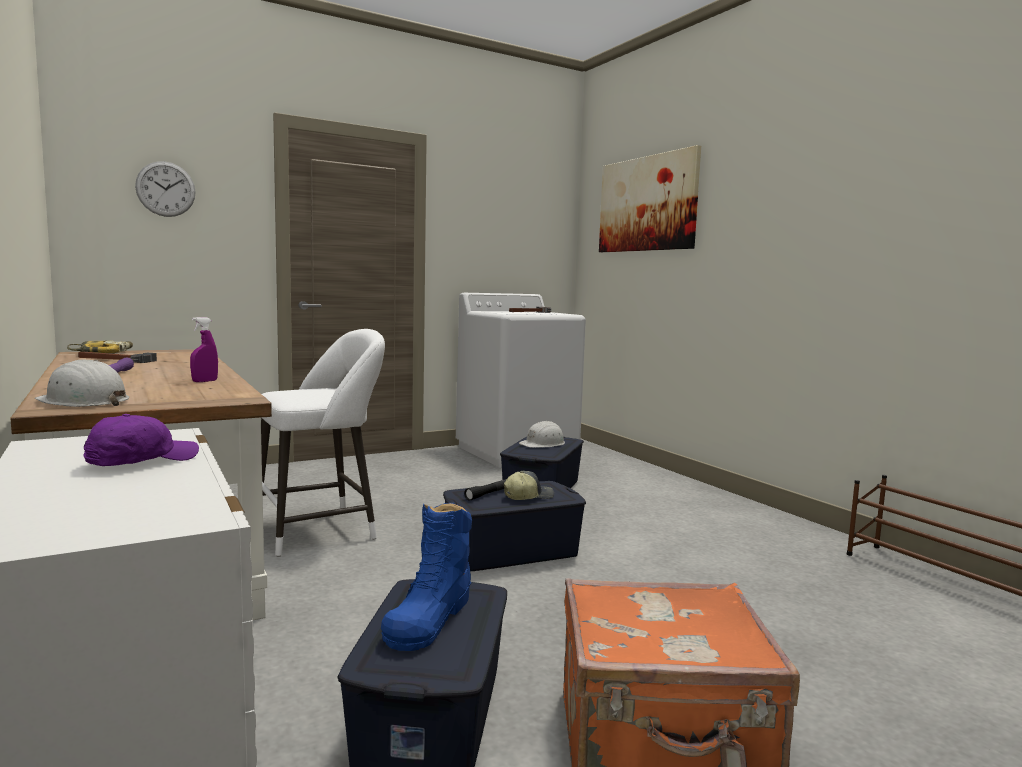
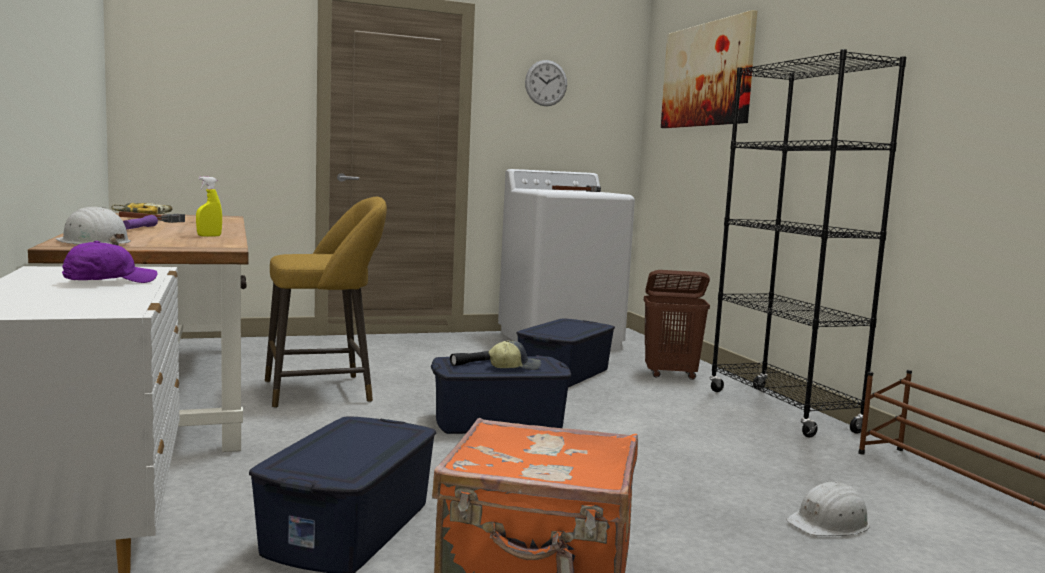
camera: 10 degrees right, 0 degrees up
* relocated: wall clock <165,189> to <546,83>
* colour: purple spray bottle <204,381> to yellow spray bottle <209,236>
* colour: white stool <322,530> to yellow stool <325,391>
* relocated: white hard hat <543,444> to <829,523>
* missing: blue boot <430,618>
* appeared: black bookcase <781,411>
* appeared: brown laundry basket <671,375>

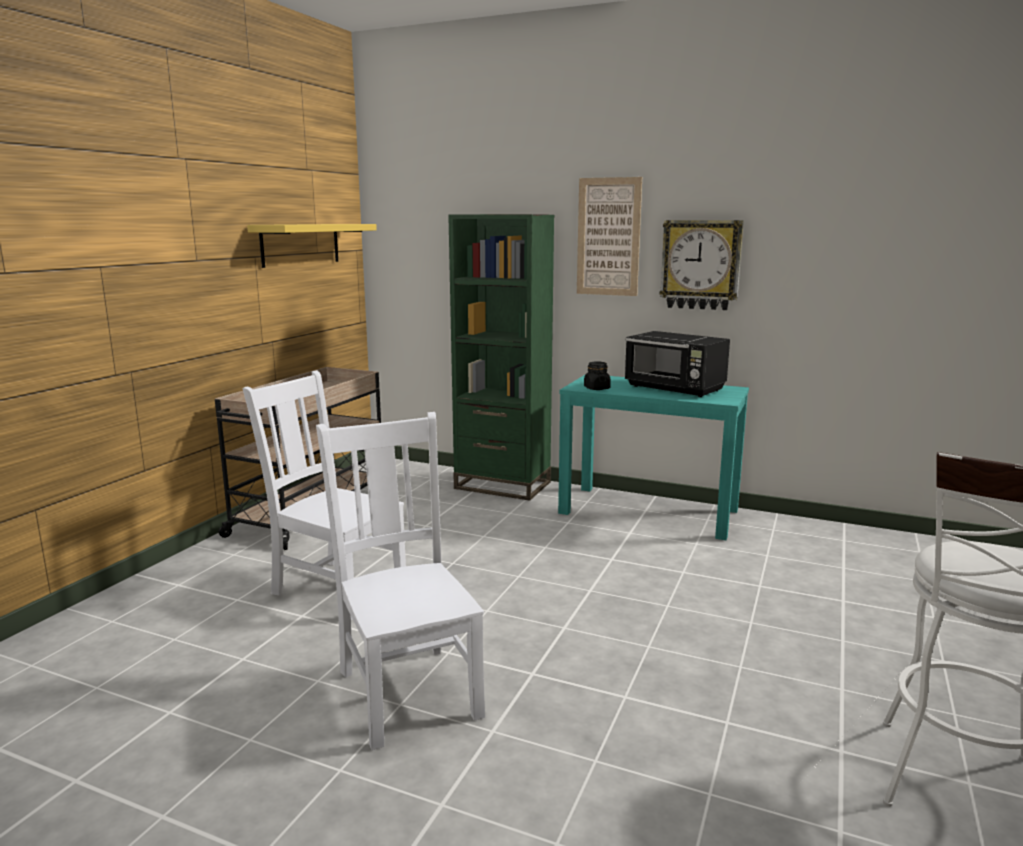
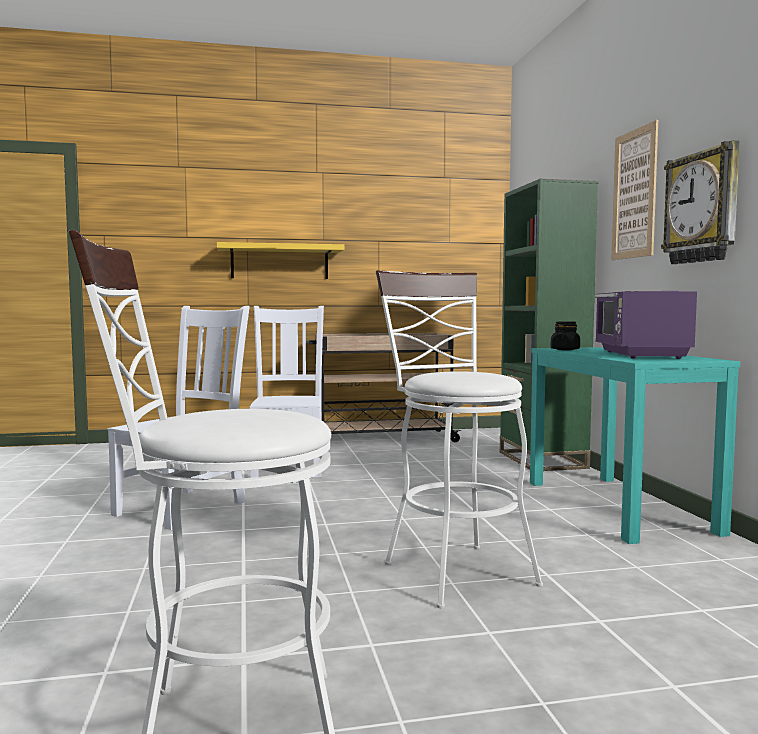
camera: 55 degrees right, 10 degrees down
* relocated: yellow shelf <300,244> to <280,262>
* colour: black microwave <675,389> to purple microwave <639,355>
* appeared: white stool <453,569>

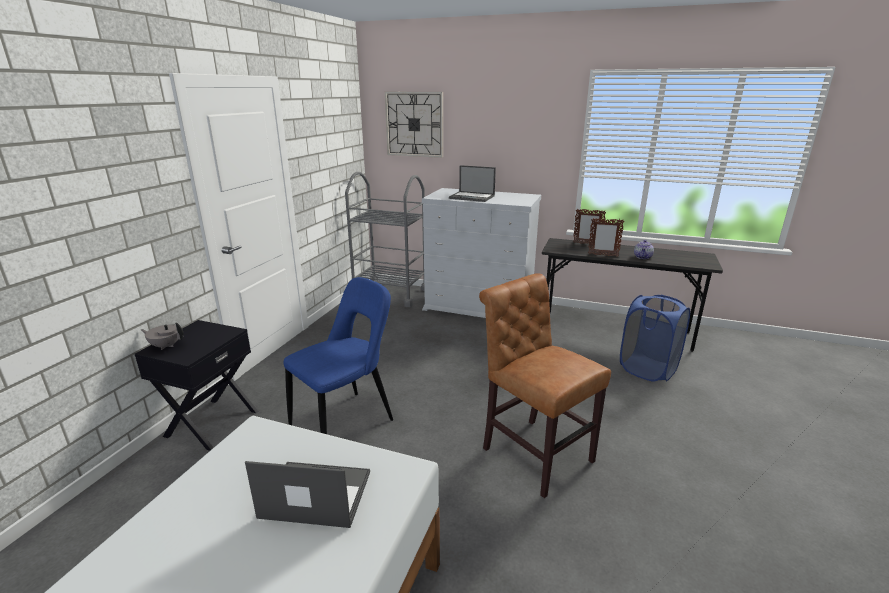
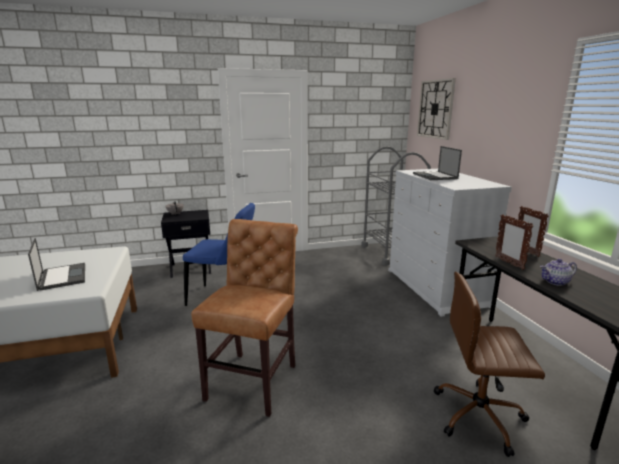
camera: 55 degrees right, 5 degrees down
* exchanged: blue laundry basket <647,369> to brown office chair <480,416>

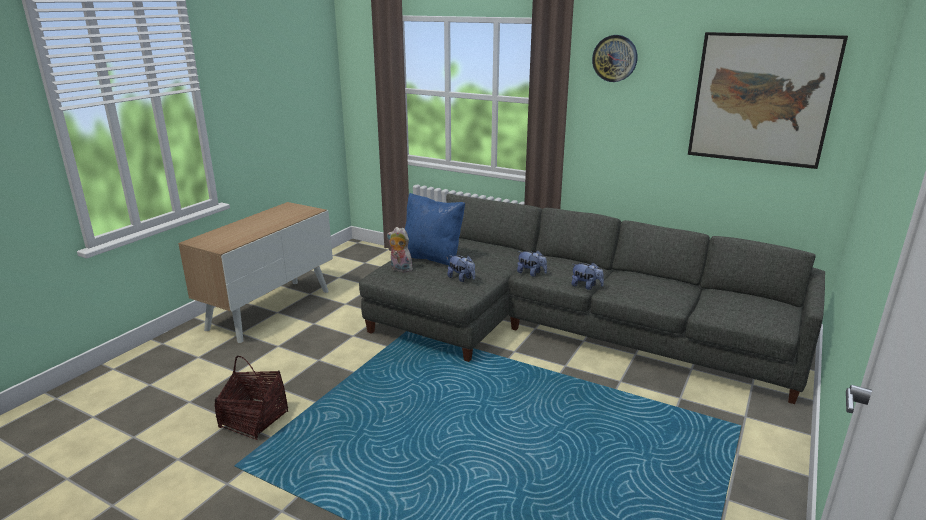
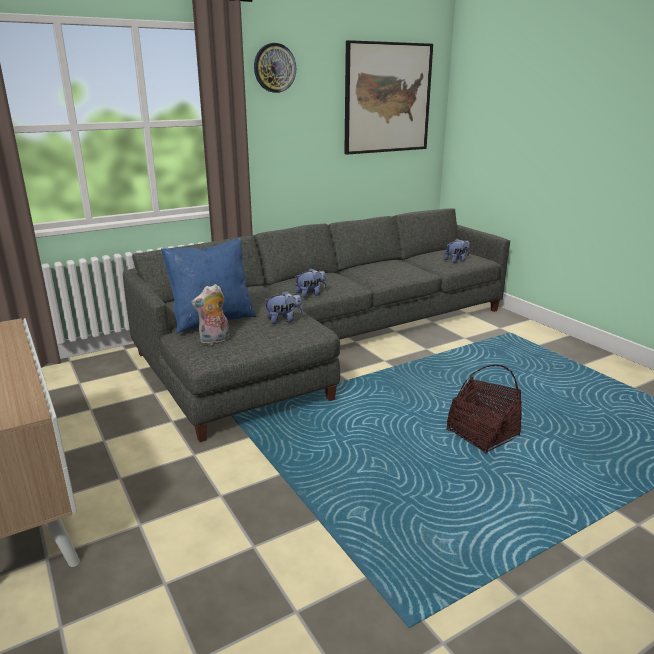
camera: 60 degrees left, 0 degrees up
* relocated: plush toy <586,286> to <456,261>
* relocated: basket <254,420> to <482,434>

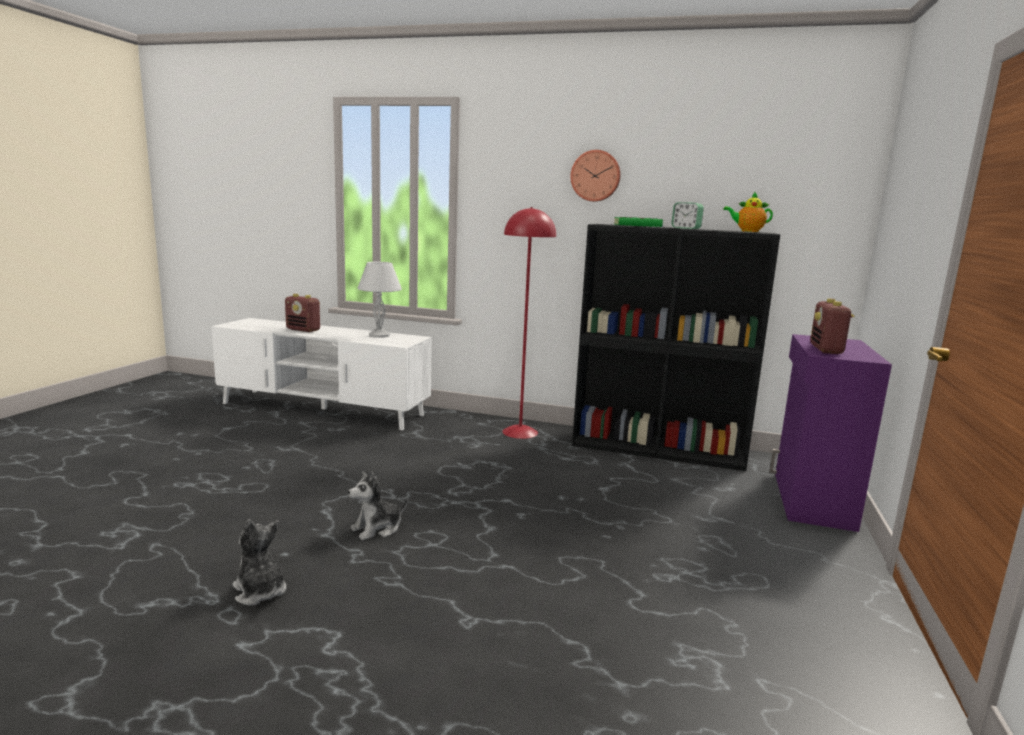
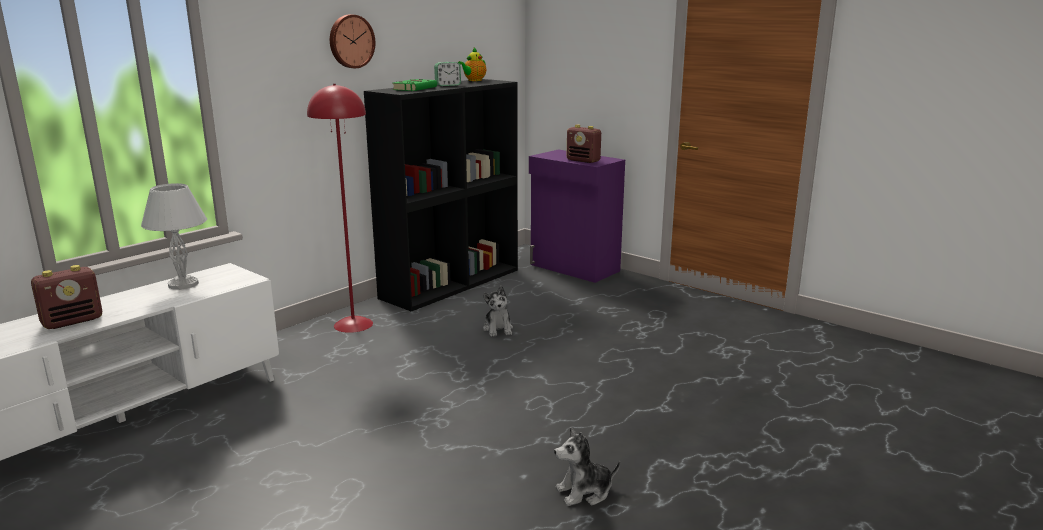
camera: 65 degrees left, 5 degrees up
* relocated: plush toy <377,529> to <498,329>

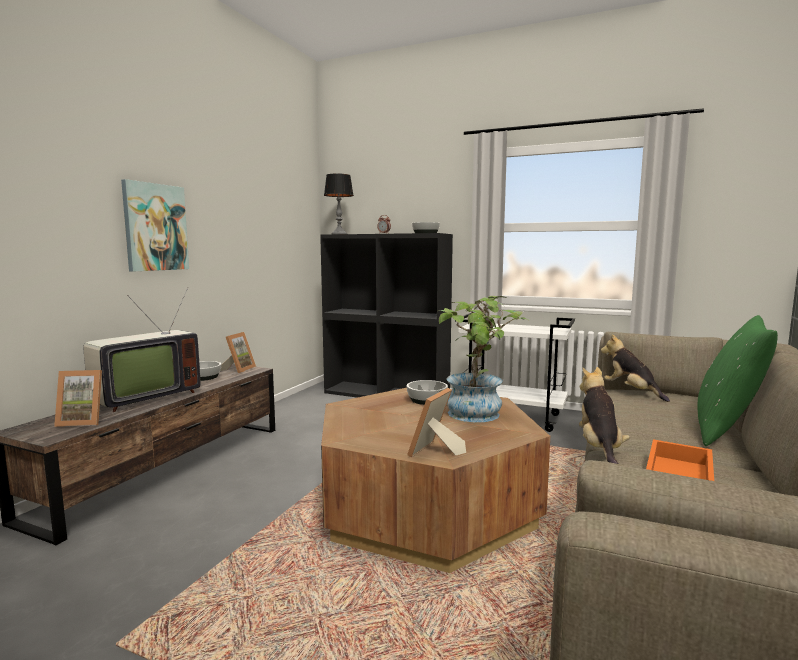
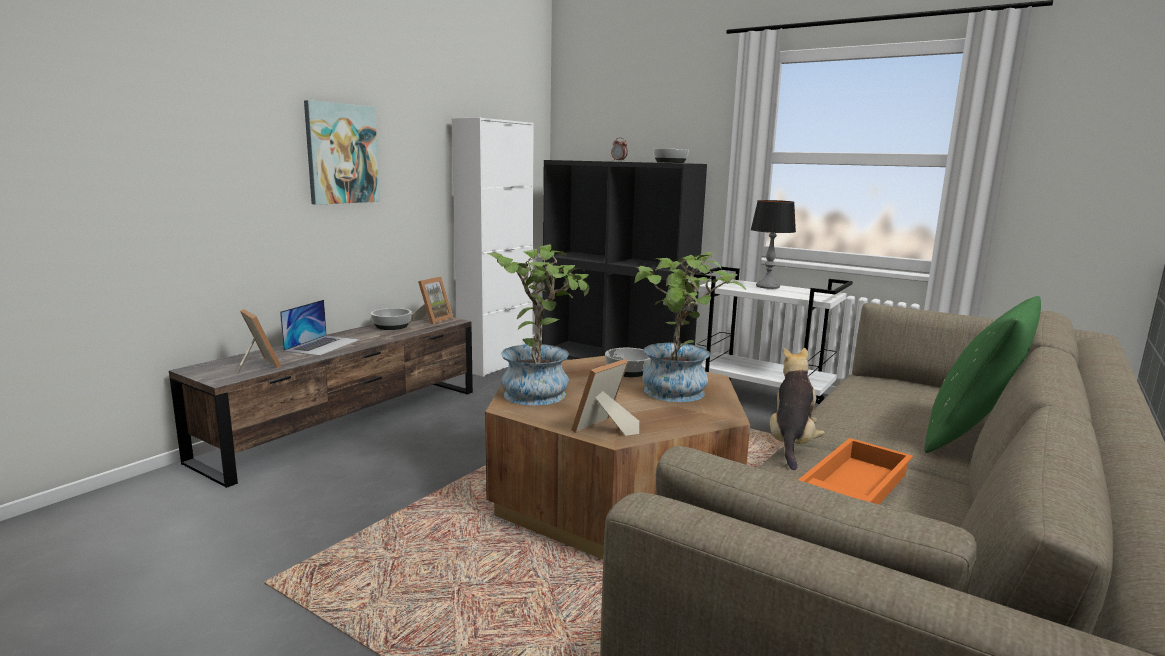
camera: 10 degrees right, 5 degrees up
* relocated: table lamp <339,234> to <767,286>
* exchanged: television <143,398> to laptop <322,345>
* missing: plush toy <631,392>
* spun: picture frame <83,421> = <257,365> 135 degrees counterclockwise
* appeared: white cabinet <496,364>
* appeared: potted plant <541,391>

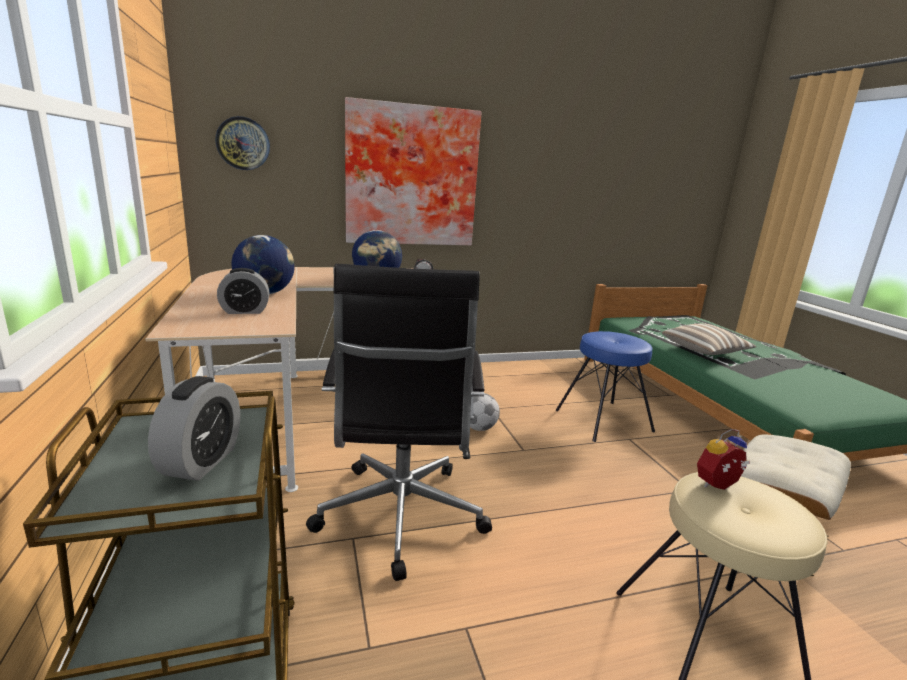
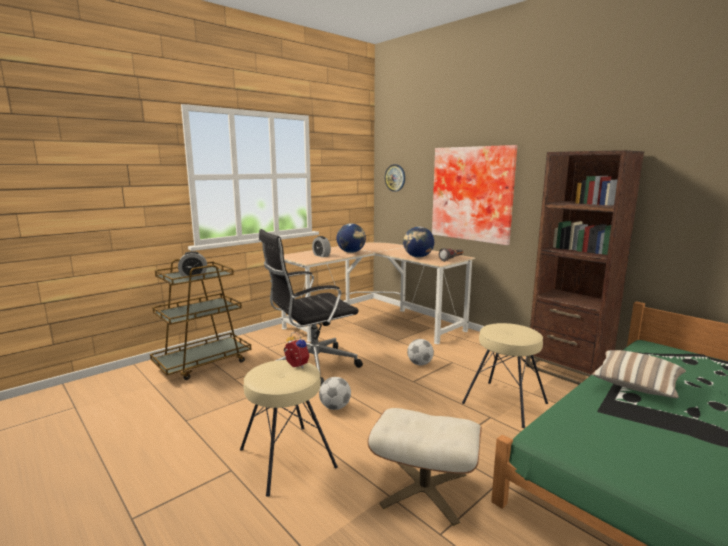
camera: 65 degrees right, 5 degrees down
* colour: blue stool <602,420> to beige stool <505,402>
* appeared: brown bookcase <567,370>
* appeared: football <335,407>

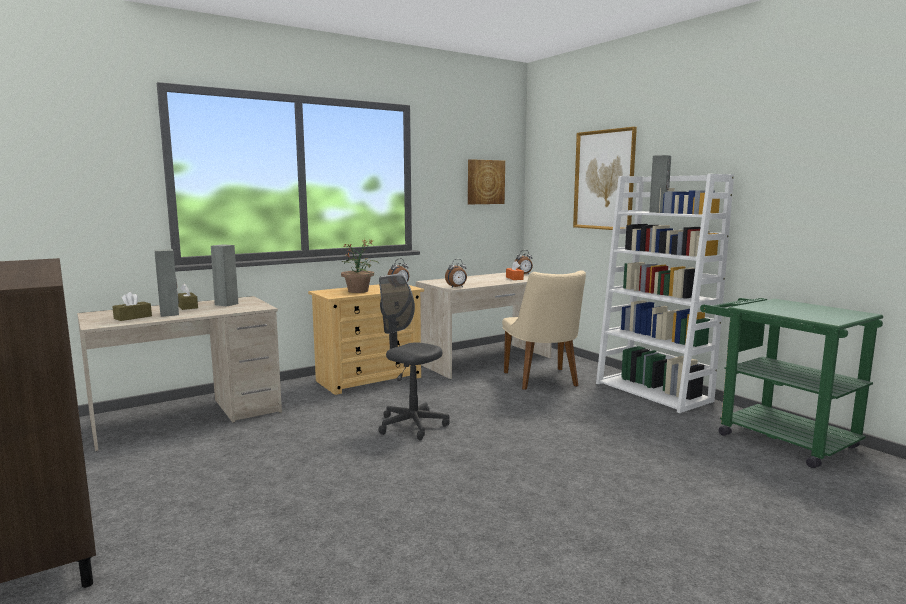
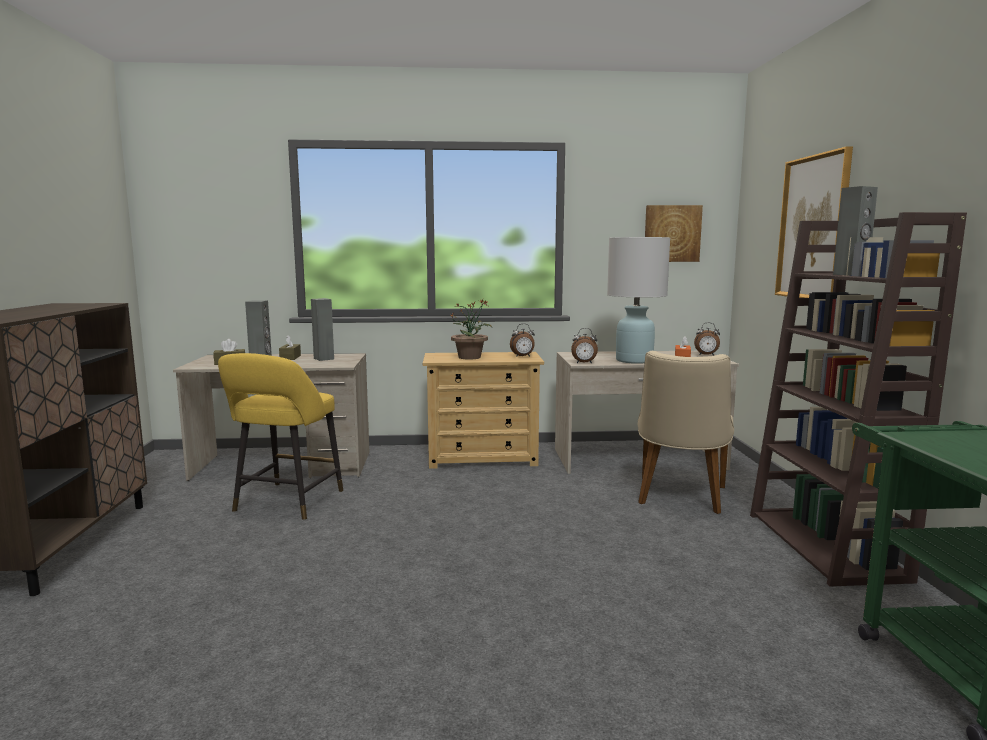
camera: 30 degrees right, 0 degrees up
* colour: white bookcase <654,392> to brown bookcase <826,546>
* missing: grey office chair <412,425>
* appeared: white table lamp <634,360>
* appeared: yellow stool <286,503>

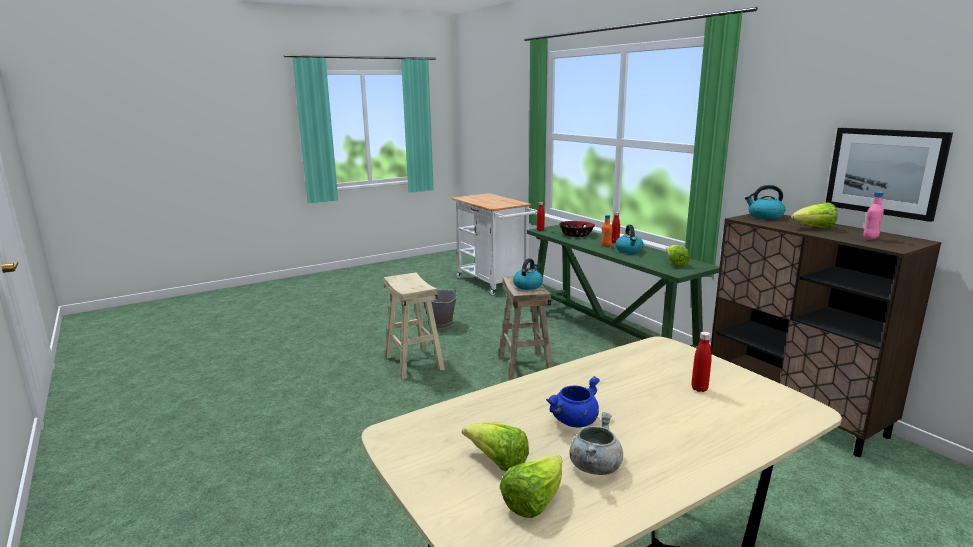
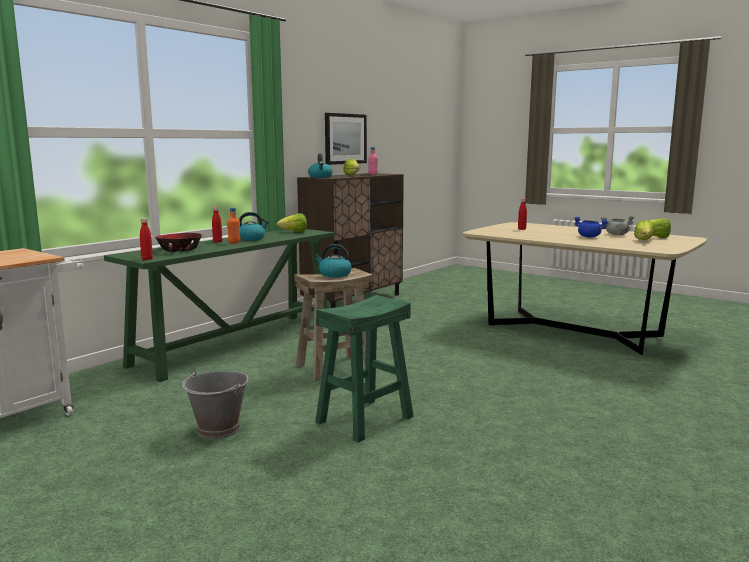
camera: 110 degrees left, 5 degrees down
* colour: beige stool <414,362> to green stool <364,419>

